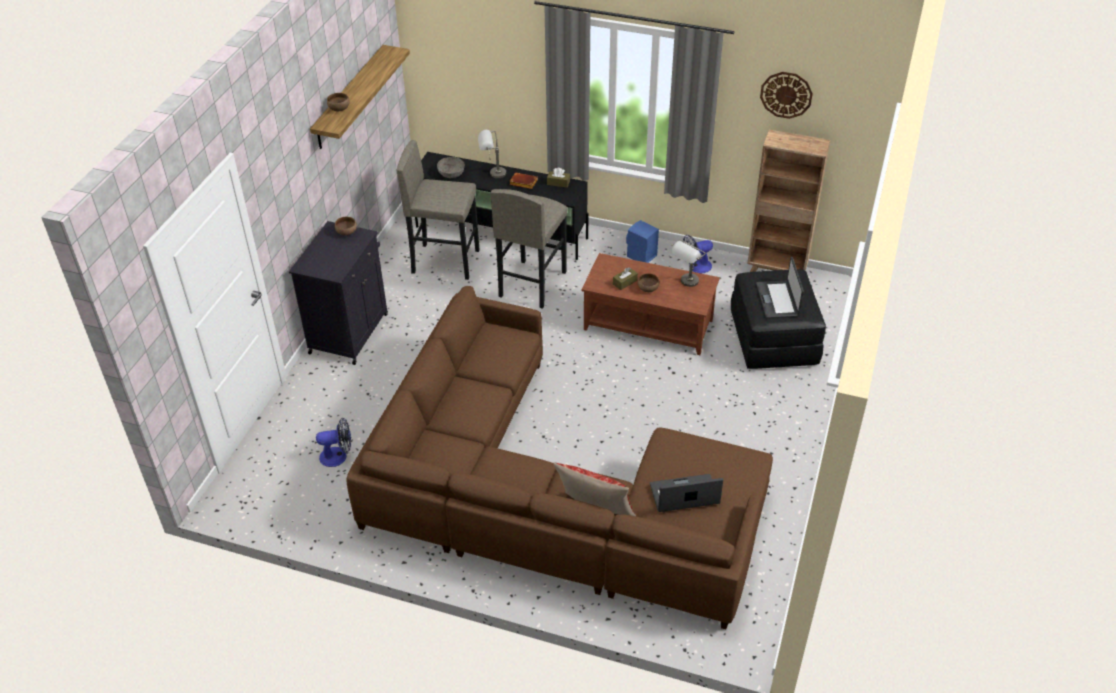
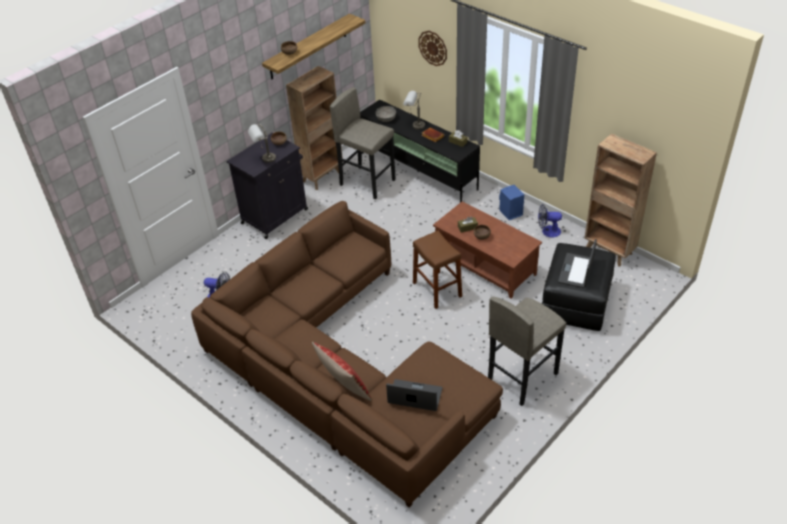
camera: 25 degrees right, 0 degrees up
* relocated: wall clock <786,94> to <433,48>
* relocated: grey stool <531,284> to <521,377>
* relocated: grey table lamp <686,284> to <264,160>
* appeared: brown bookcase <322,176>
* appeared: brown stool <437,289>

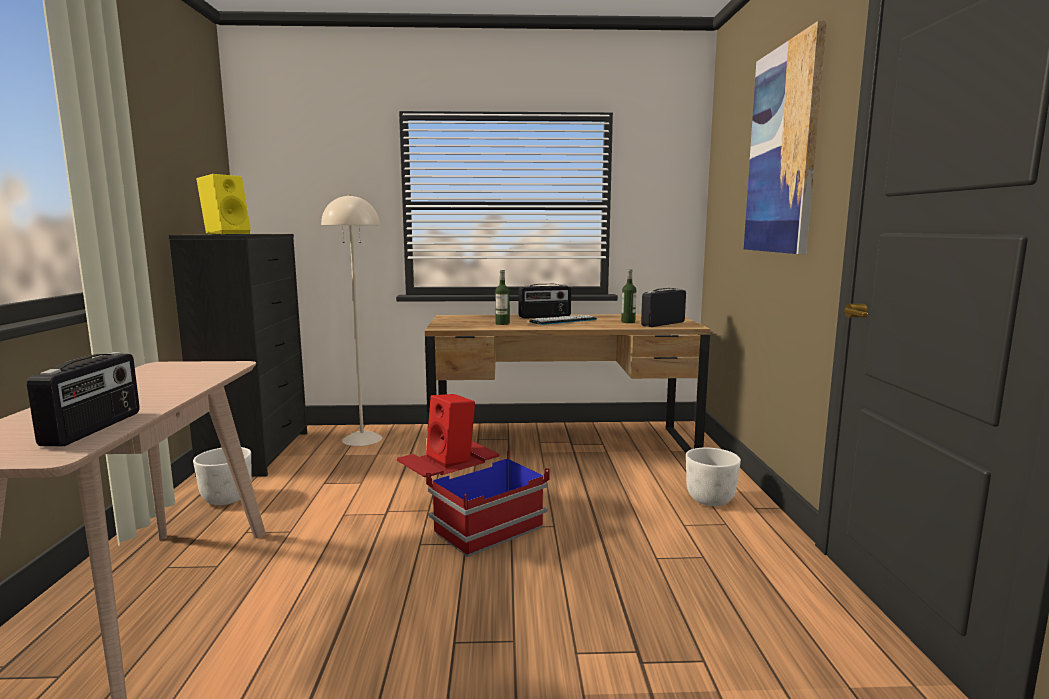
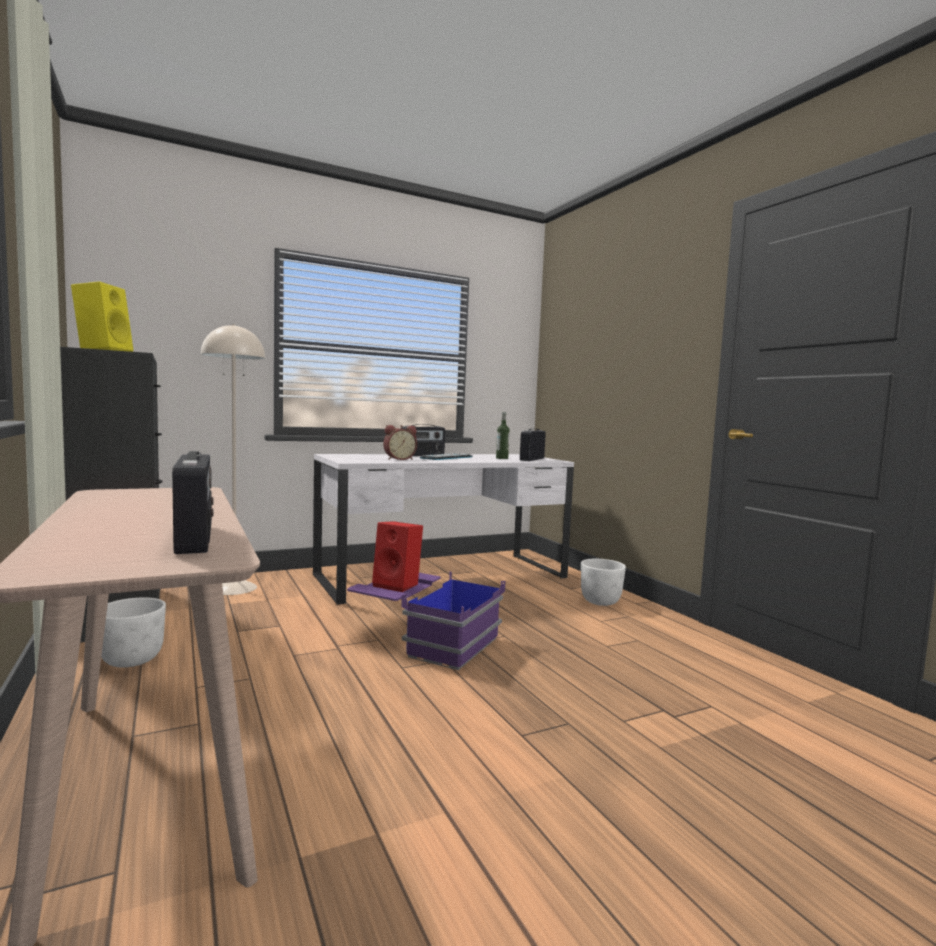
camera: 25 degrees left, 5 degrees down
* missing: picture <783,150>
* exchanged: bottle <502,323> to alarm clock <399,459>
* colour: brown desk <561,446> to white desk <442,576>
* colour: red storage box <469,518> to purple storage box <424,640>

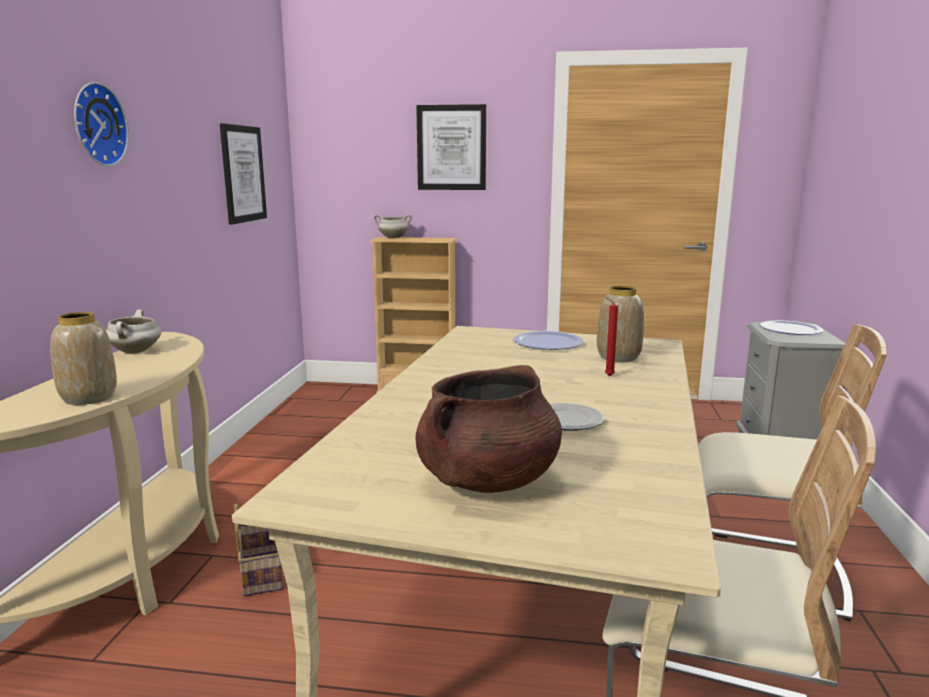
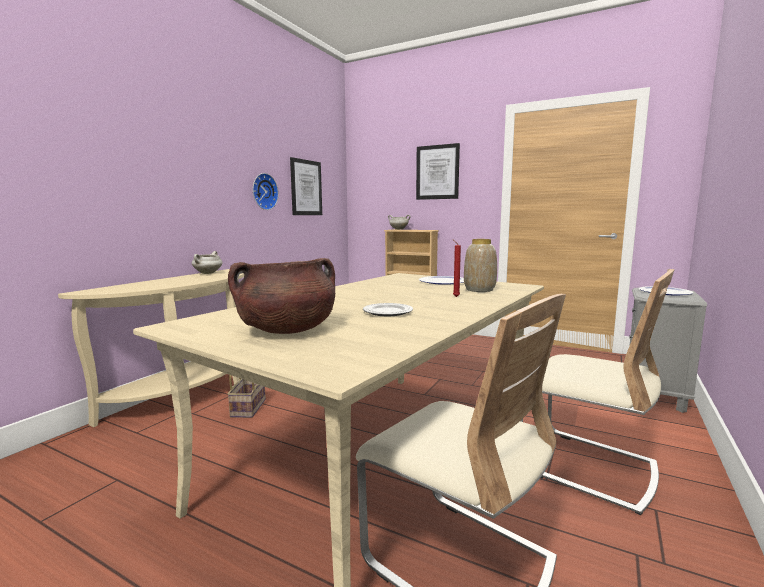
camera: 20 degrees right, 5 degrees down
* relocated: wall clock <96,125> to <263,191>
* missing: vase <89,398>

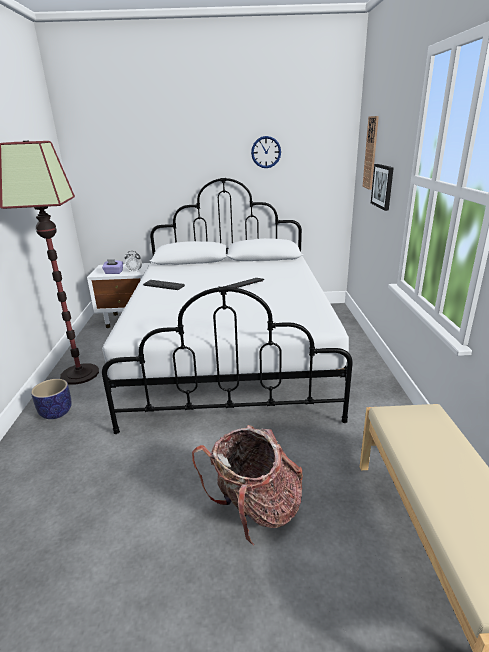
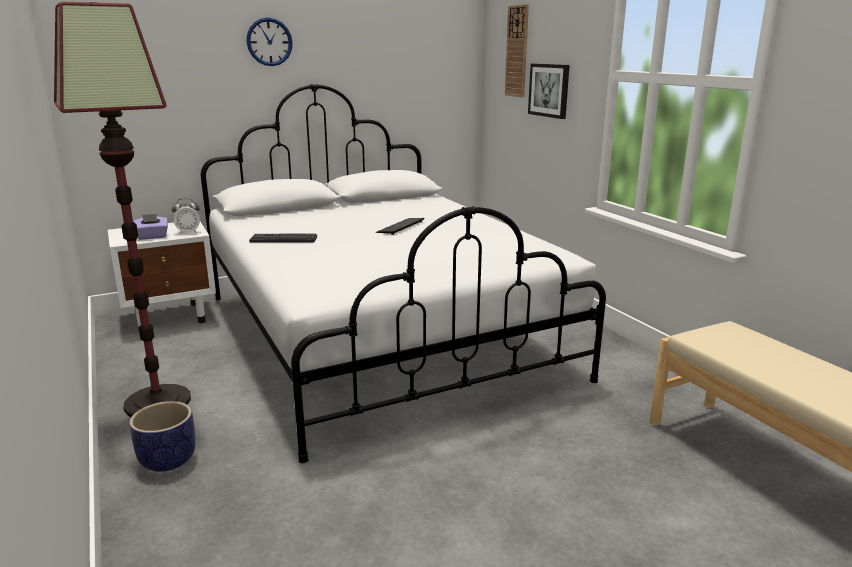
camera: 25 degrees left, 5 degrees down
* relocated: wall clock <266,152> to <269,42>
* missing: backpack <255,510>

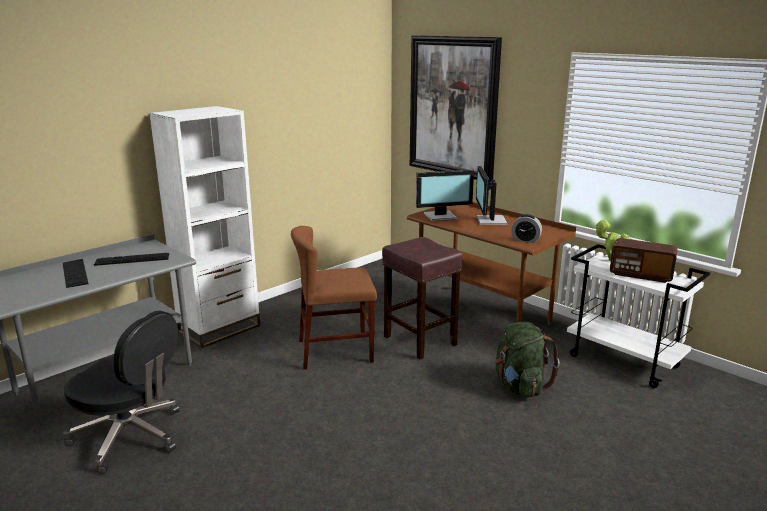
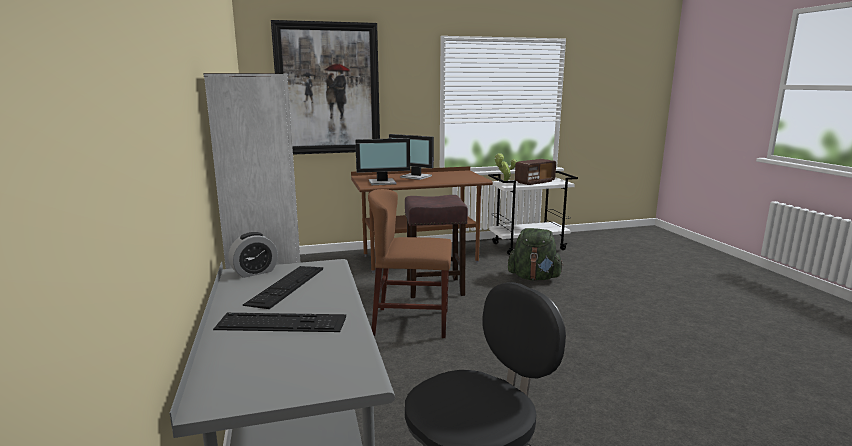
camera: 60 degrees left, 5 degrees down
* spun: monitor <441,216> = <383,182> 60 degrees clockwise
* relocated: alarm clock <525,240> to <255,272>
* spun: brown chair <335,351> = <411,322> 75 degrees clockwise

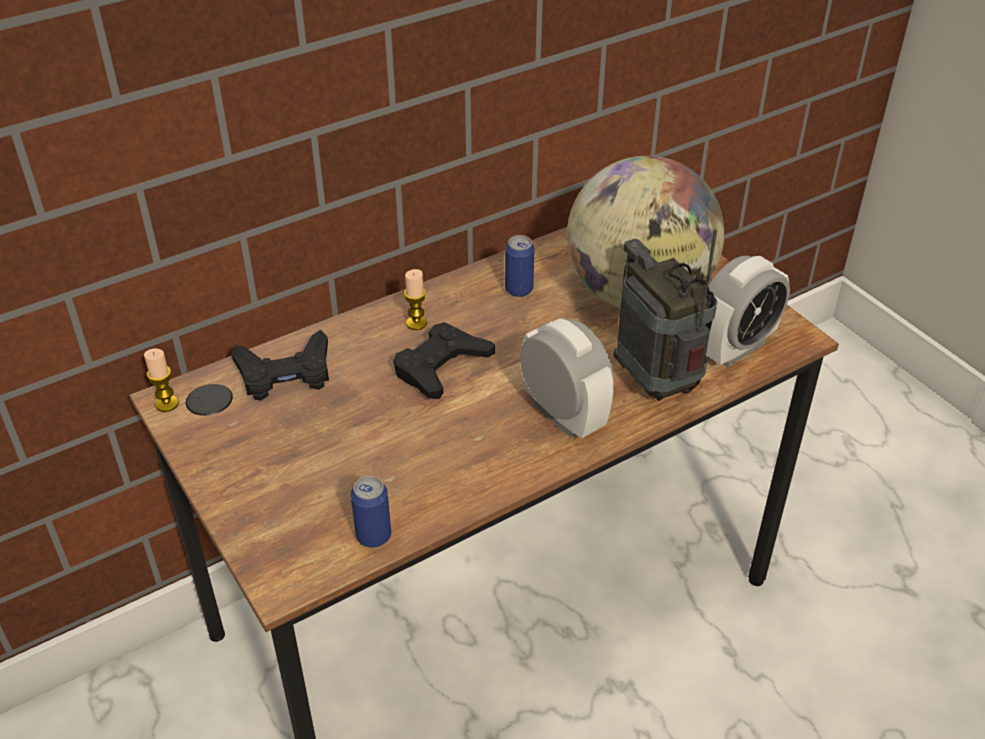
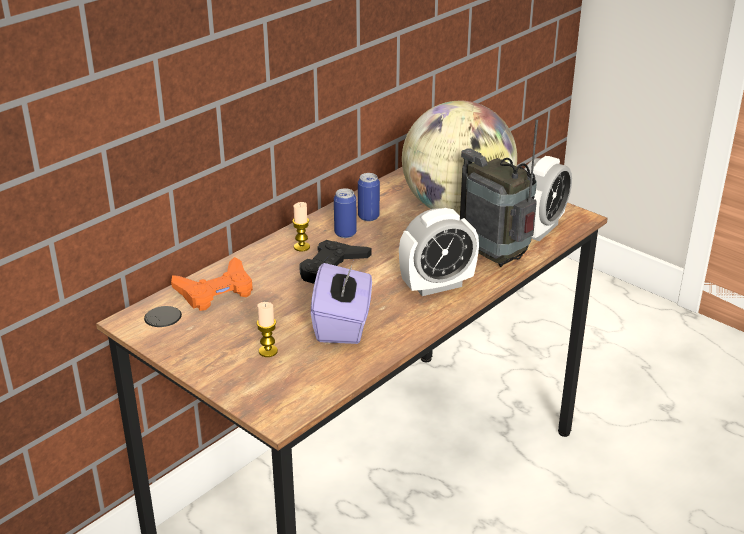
camera: 15 degrees left, 10 degrees down
* spun: alarm clock <563,415> = <437,285> 120 degrees clockwise
* colour: black game controller <285,373> to orange game controller <216,291>
* relocated: candle <167,404> to <268,351>
* relocated: can <373,536> to <345,233>
* appeared: purple tissue box <343,324>

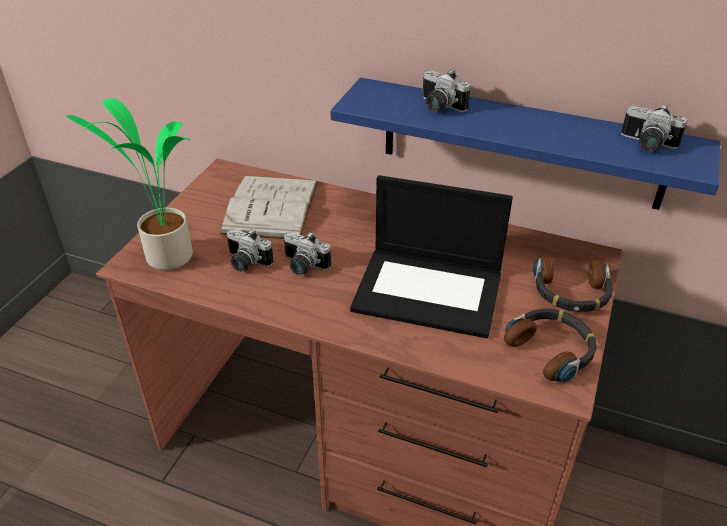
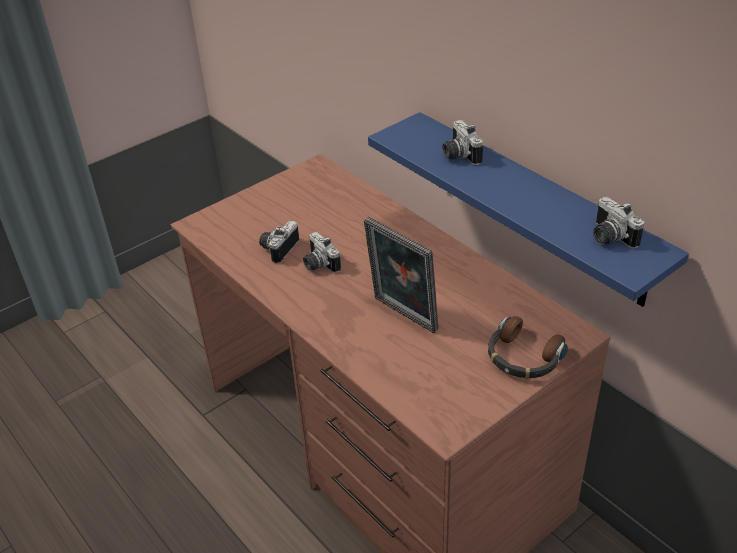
camera: 30 degrees right, 0 degrees up
* missing: potted plant <166,257>
* exchanged: laptop <430,291> to picture frame <402,316>
* missing: white book <271,207>
* spun: photo camera <245,263> = <277,248> 60 degrees clockwise
* missing: headphones <551,349>

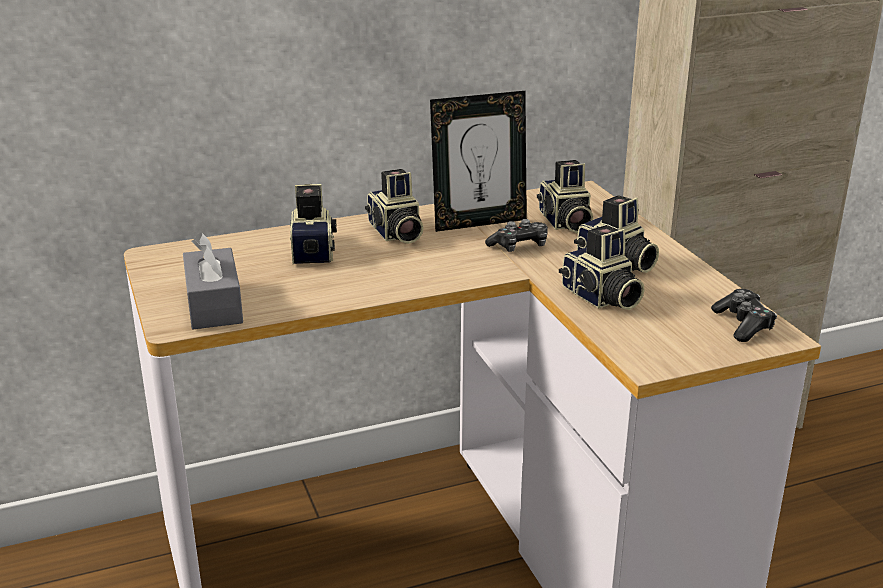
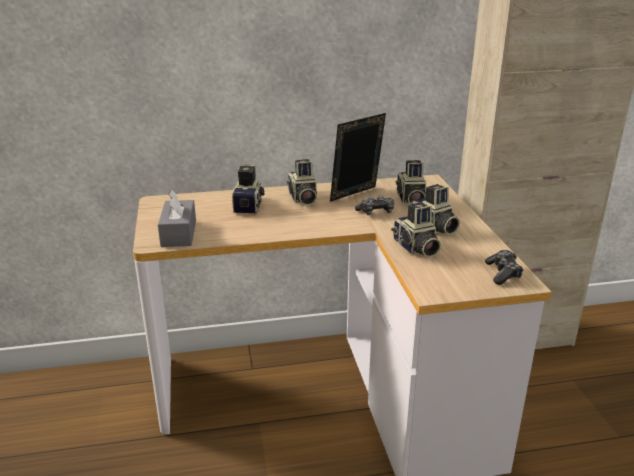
camera: 10 degrees right, 0 degrees up
* spun: picture frame <478,222> = <356,195> 150 degrees clockwise

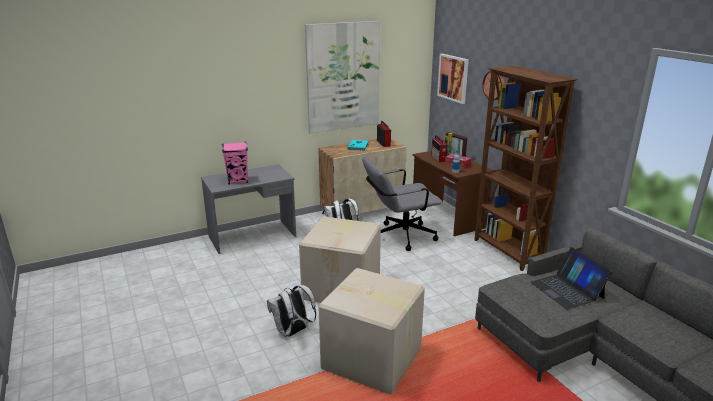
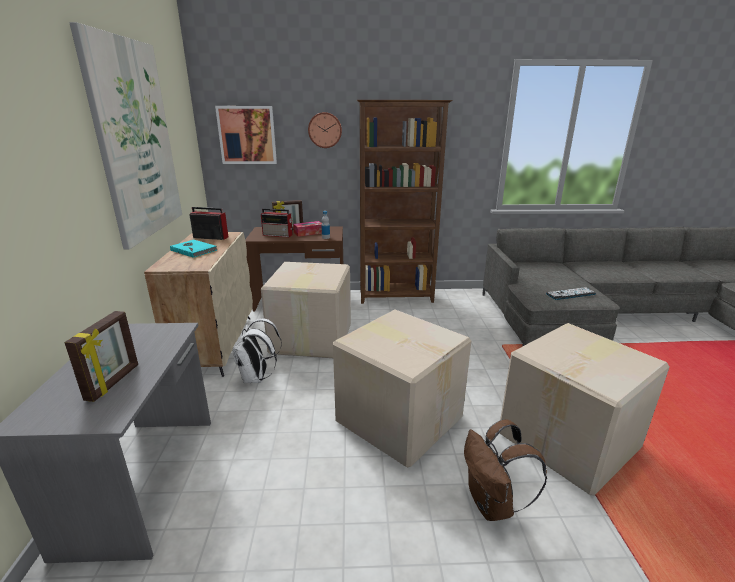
camera: 65 degrees left, 0 degrees up
* exchanged: pink speaker <238,181> to picture frame <114,382>
* exchanged: grey office chair <399,236> to cardboard box <310,339>
* missing: laptop <567,290>
* colour: white backpack <293,332> to brown backpack <492,504>
* appeared: keyboard <570,294>

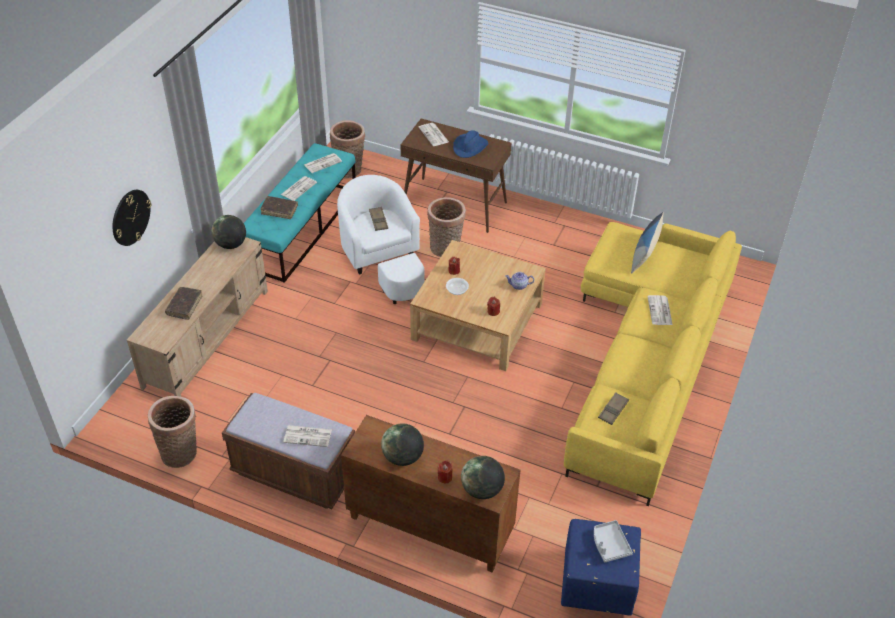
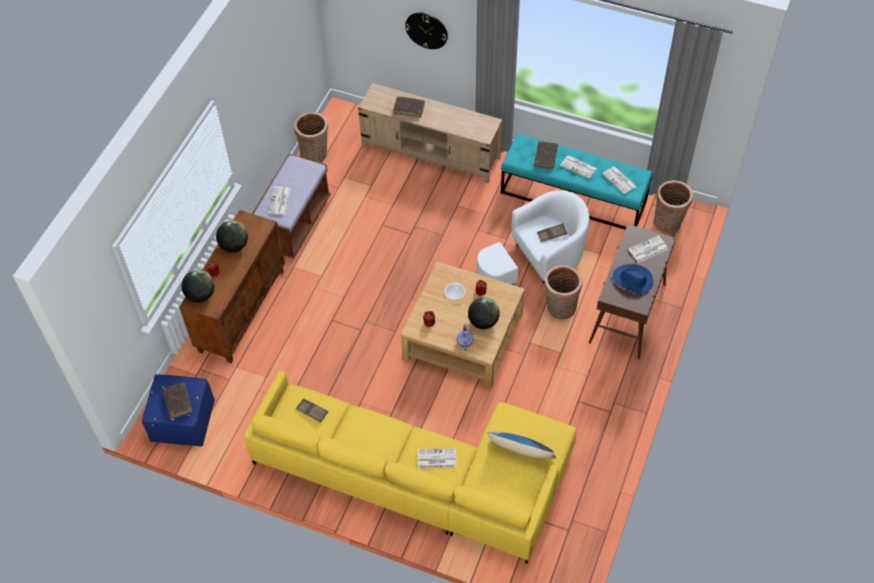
camera: 90 degrees right, 10 degrees up
* relocated: globe <231,244> to <483,322>
* exchanged: grey tray <609,545> to brown book <178,402>

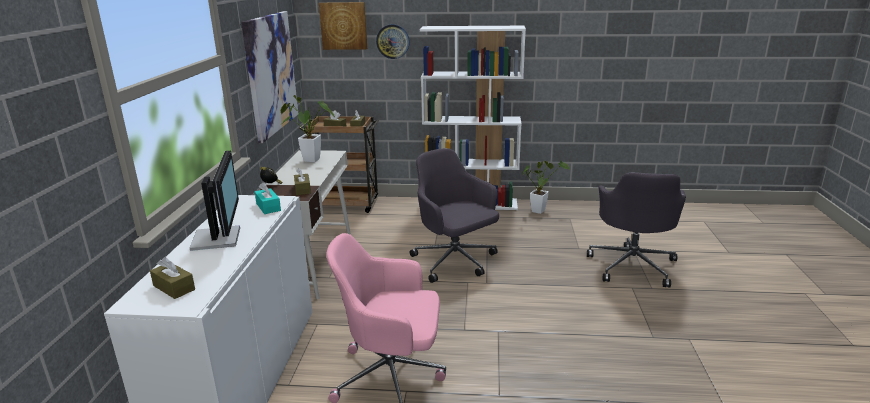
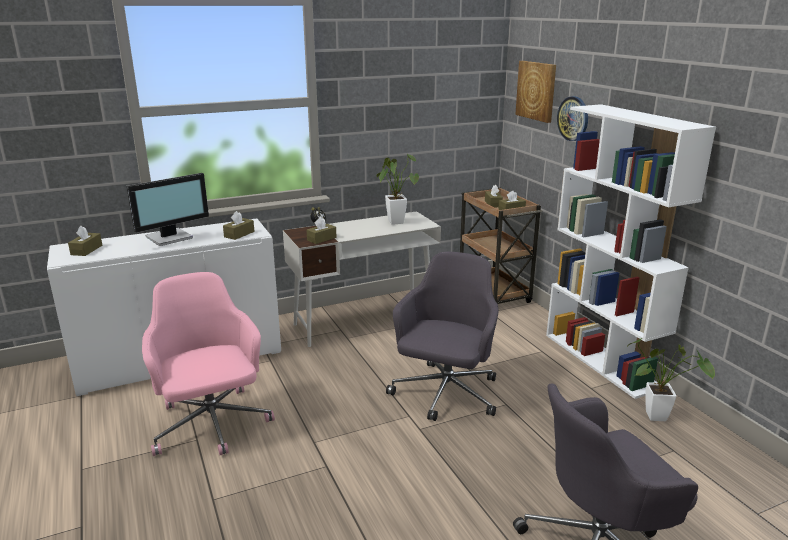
camera: 60 degrees right, 0 degrees up
* missing: picture <271,73>
* colour: turquoise tissue box <268,207> to brown tissue box <239,234>

